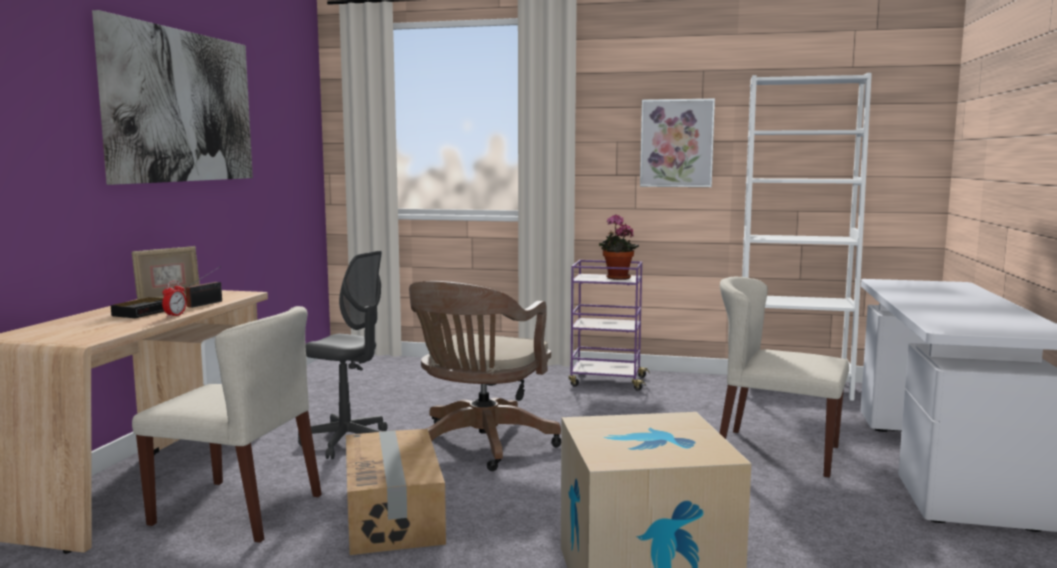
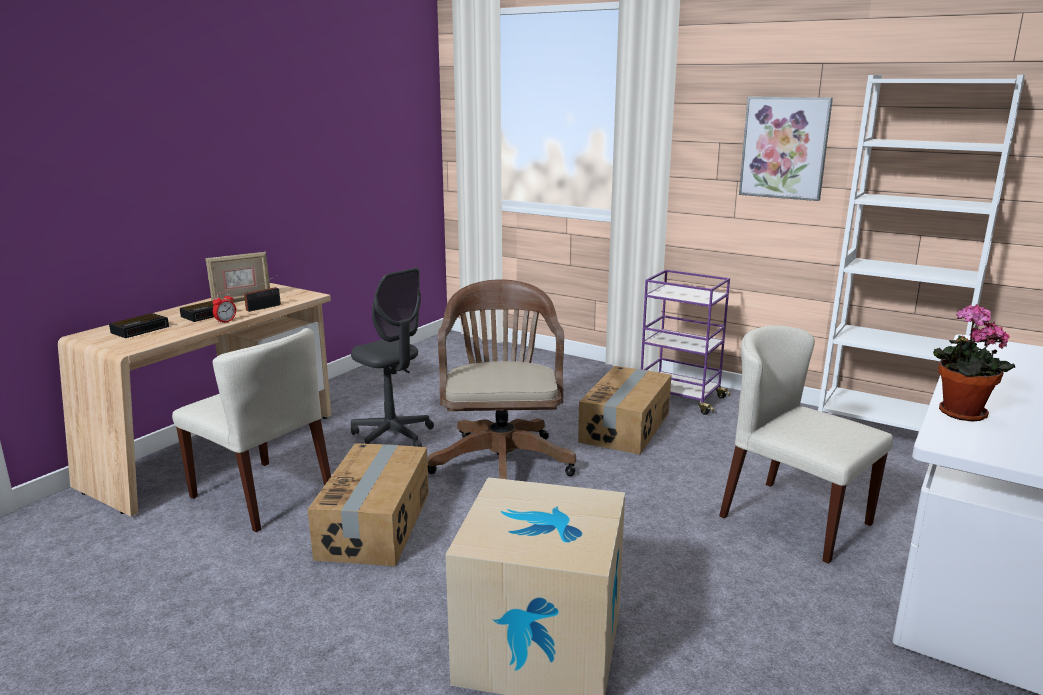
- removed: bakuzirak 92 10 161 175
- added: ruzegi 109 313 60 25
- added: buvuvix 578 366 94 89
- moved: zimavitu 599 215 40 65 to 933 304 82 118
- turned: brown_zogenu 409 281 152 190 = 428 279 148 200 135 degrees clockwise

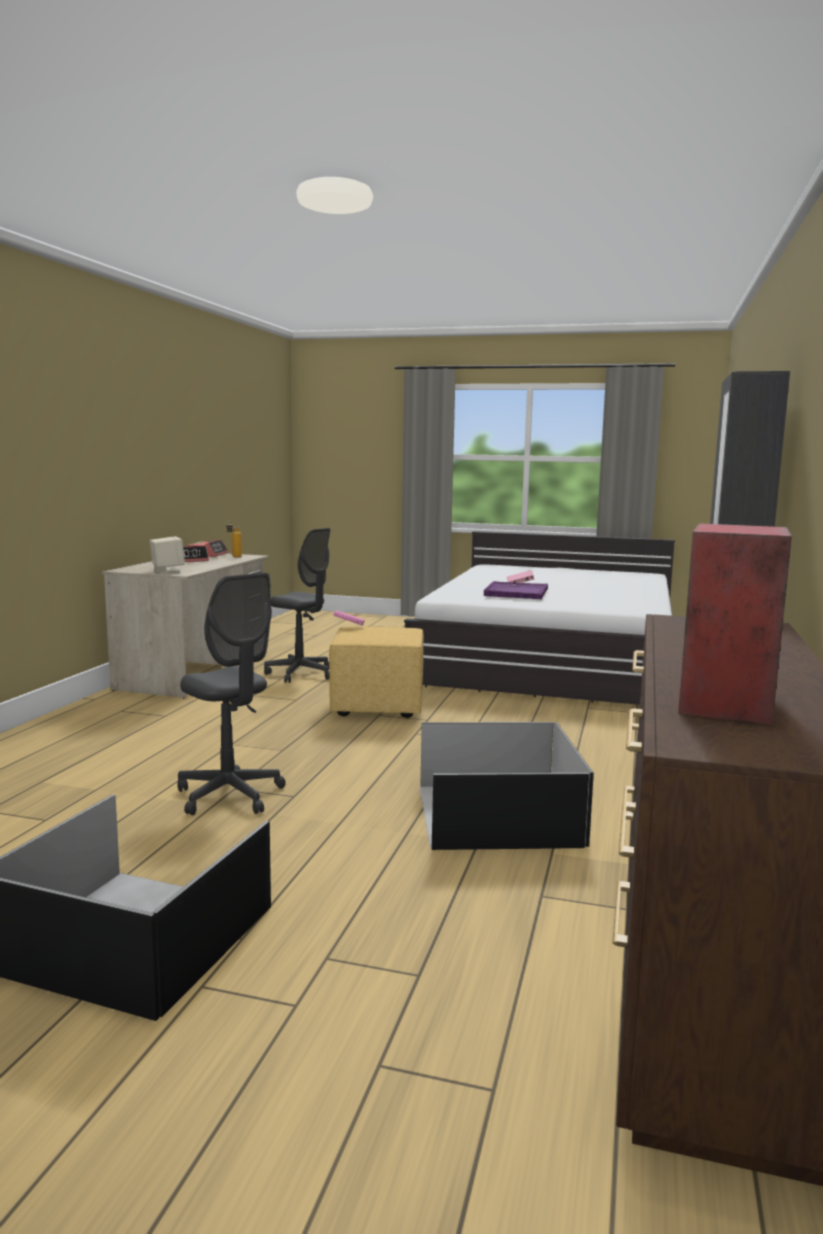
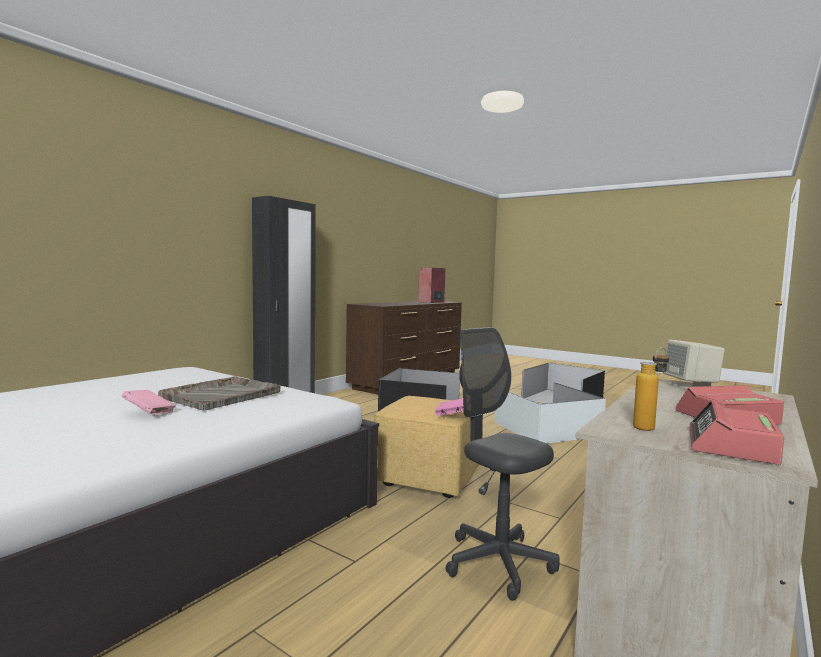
- replaced: grey_zogenu 177 573 109 242 to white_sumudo 494 382 112 61
- recoloured: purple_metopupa 484 581 64 18 to grey_metopupa 158 376 122 35

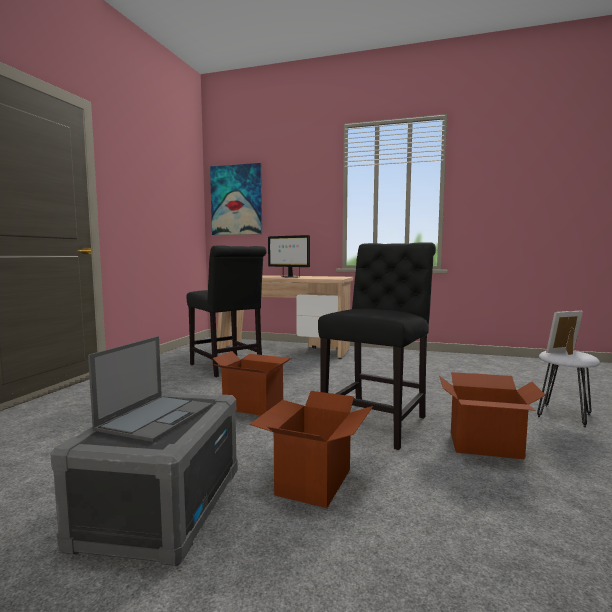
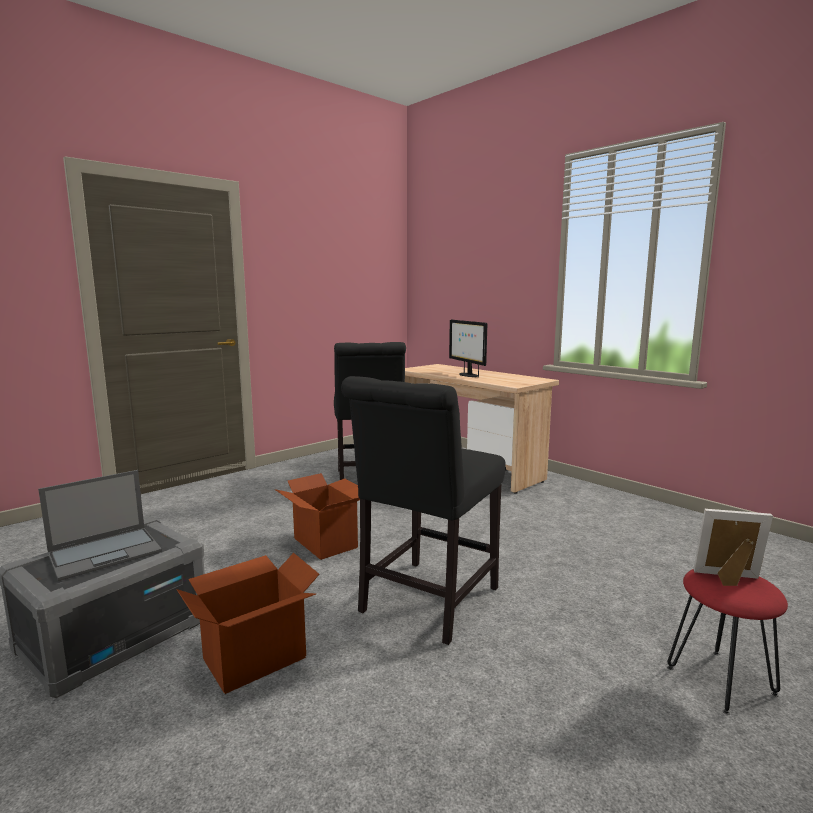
- removed: bakuzirak 210 163 52 72
- removed: buvuvix 439 372 107 87
- recoloured: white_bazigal 537 351 63 76 to red_bazigal 667 569 121 146
- turned: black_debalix 318 242 118 208 = 341 376 165 269 150 degrees clockwise

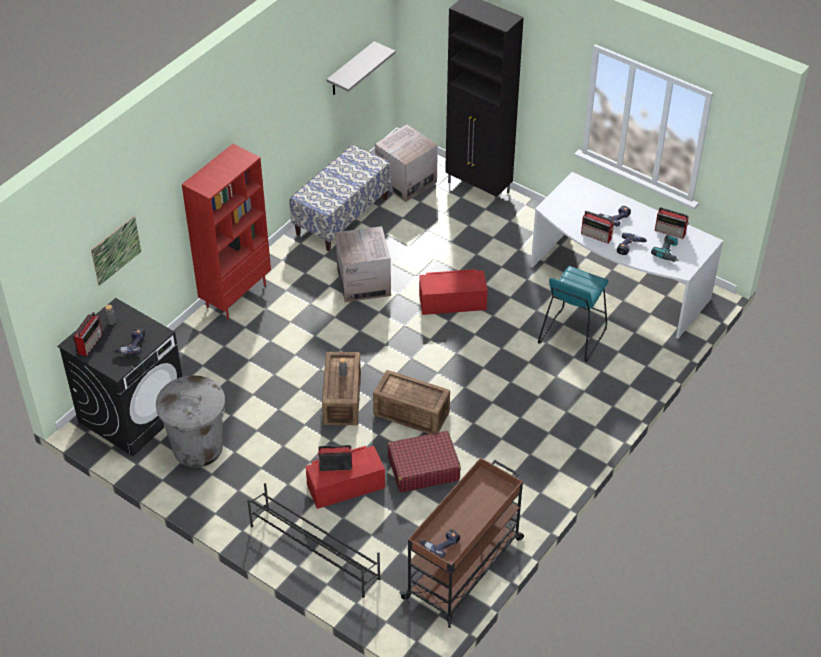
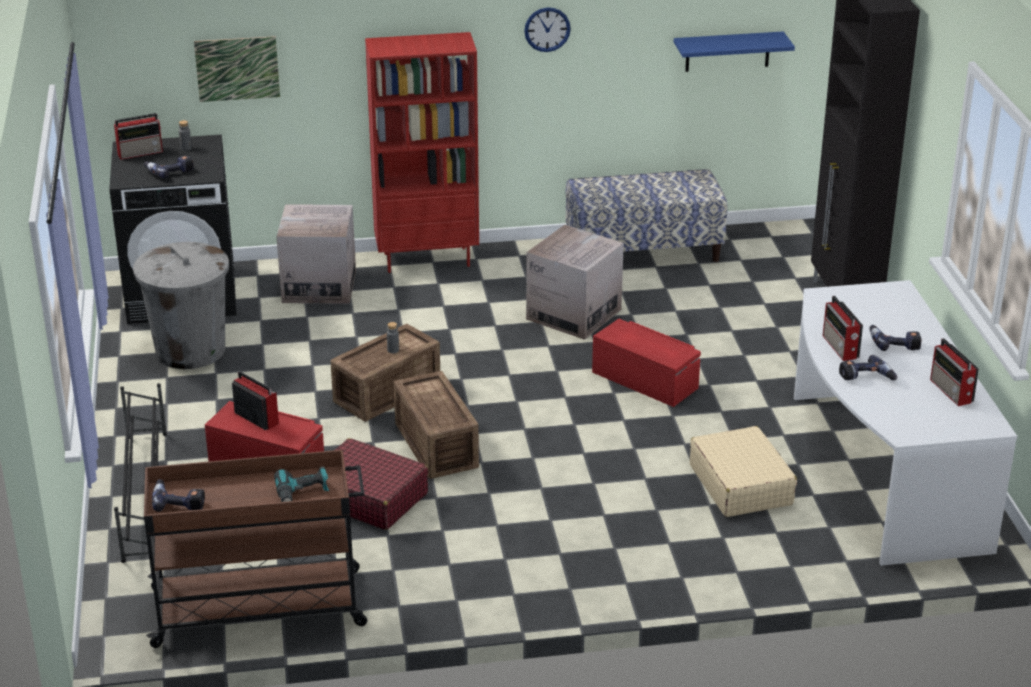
- added: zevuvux 524 7 47 45
- moved: buvuvix 375 124 63 78 to 277 204 79 100
- moved: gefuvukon 651 235 28 27 to 274 466 55 36
- replaced: turquoise_bazigal 538 266 71 96 to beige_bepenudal 690 426 107 91
- recoloured: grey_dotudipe 326 41 70 54 to blue_dotudipe 674 31 121 41

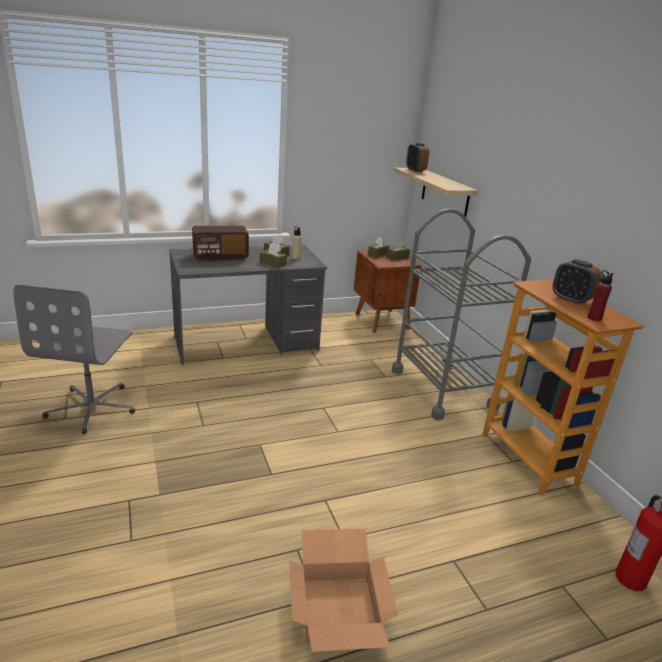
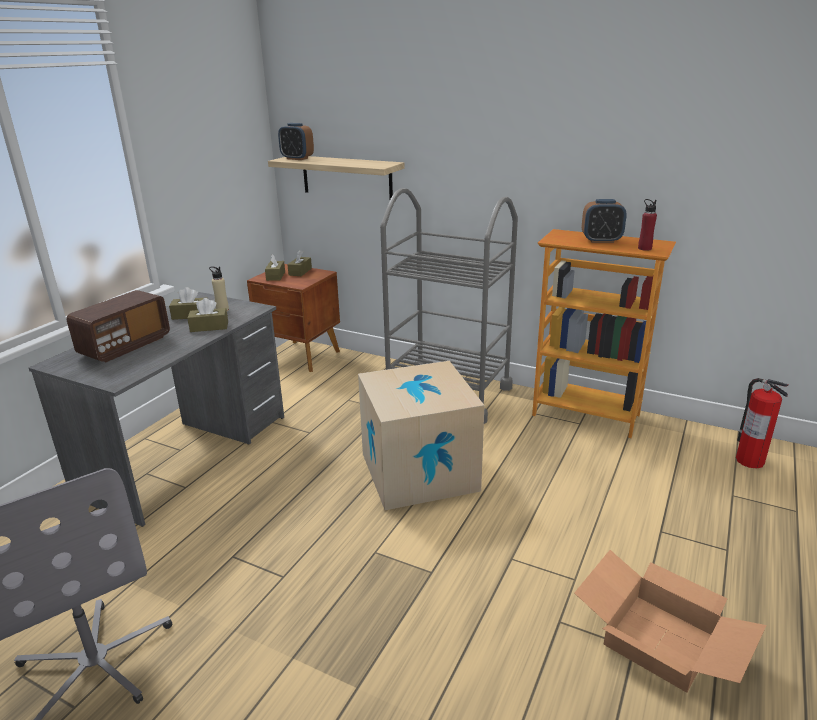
- added: buvuvix 358 361 127 149

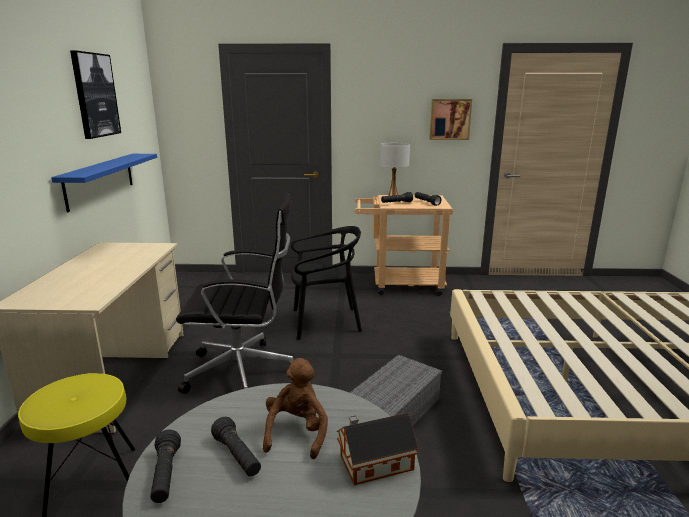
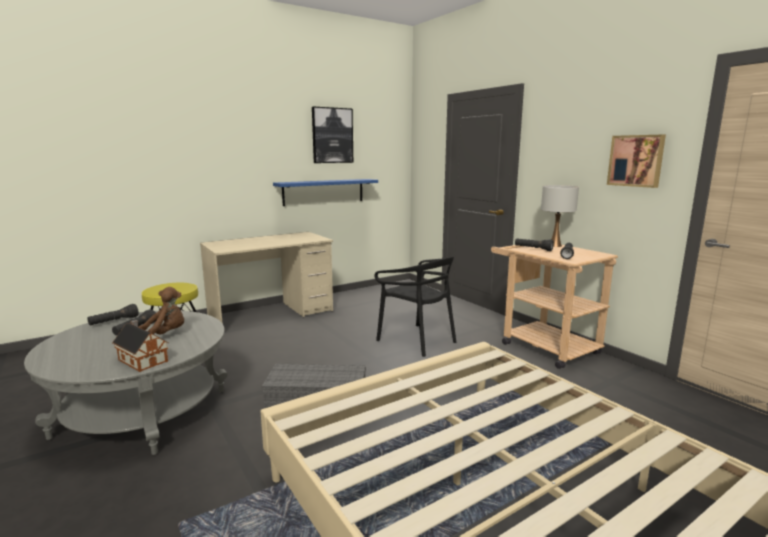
- removed: black_zogenu 176 193 118 201

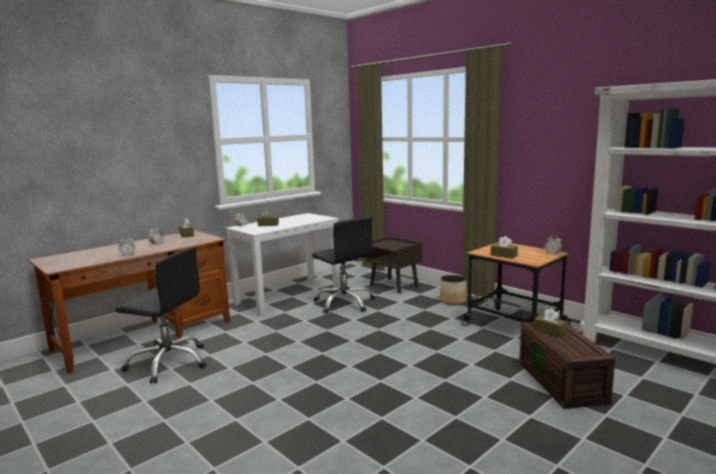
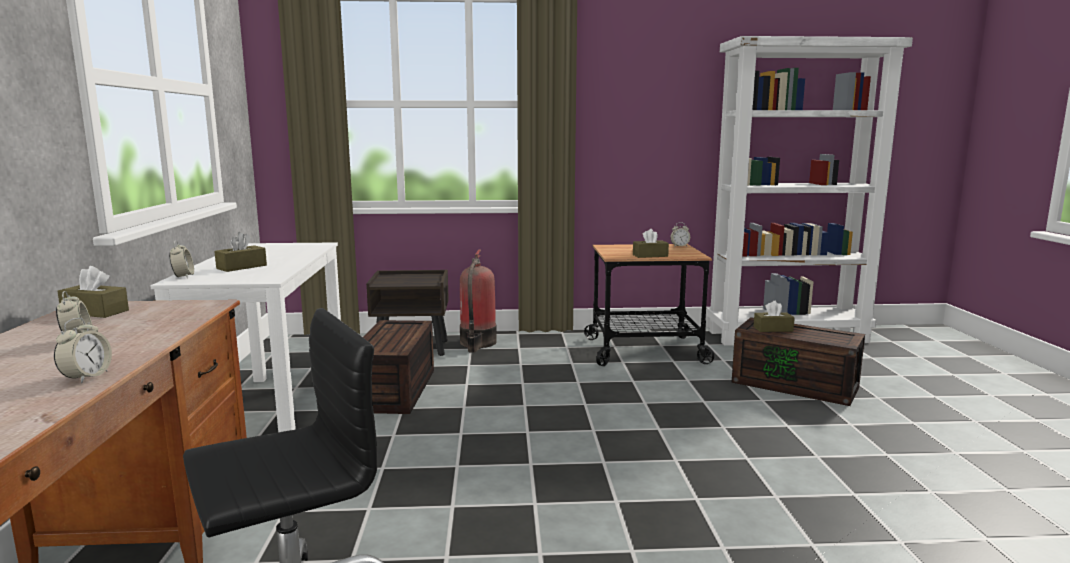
- removed: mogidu 440 275 27 30
- added: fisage 460 249 37 104
- replaced: black_zogenu 312 217 63 96 to brown_sumudo 363 320 71 94

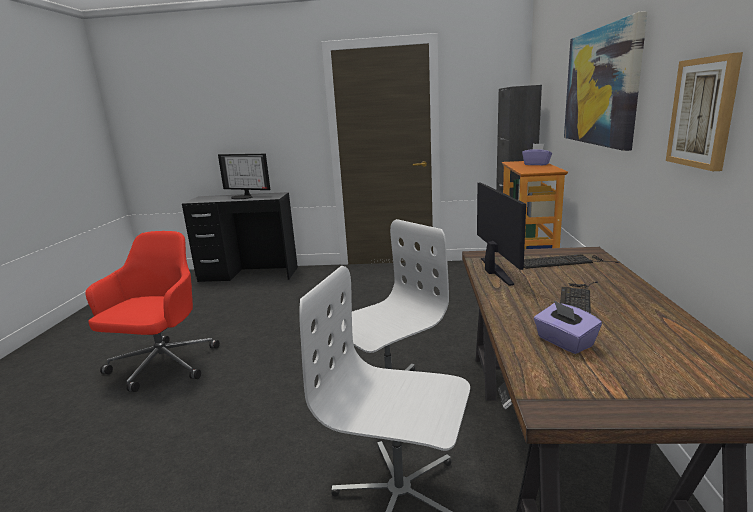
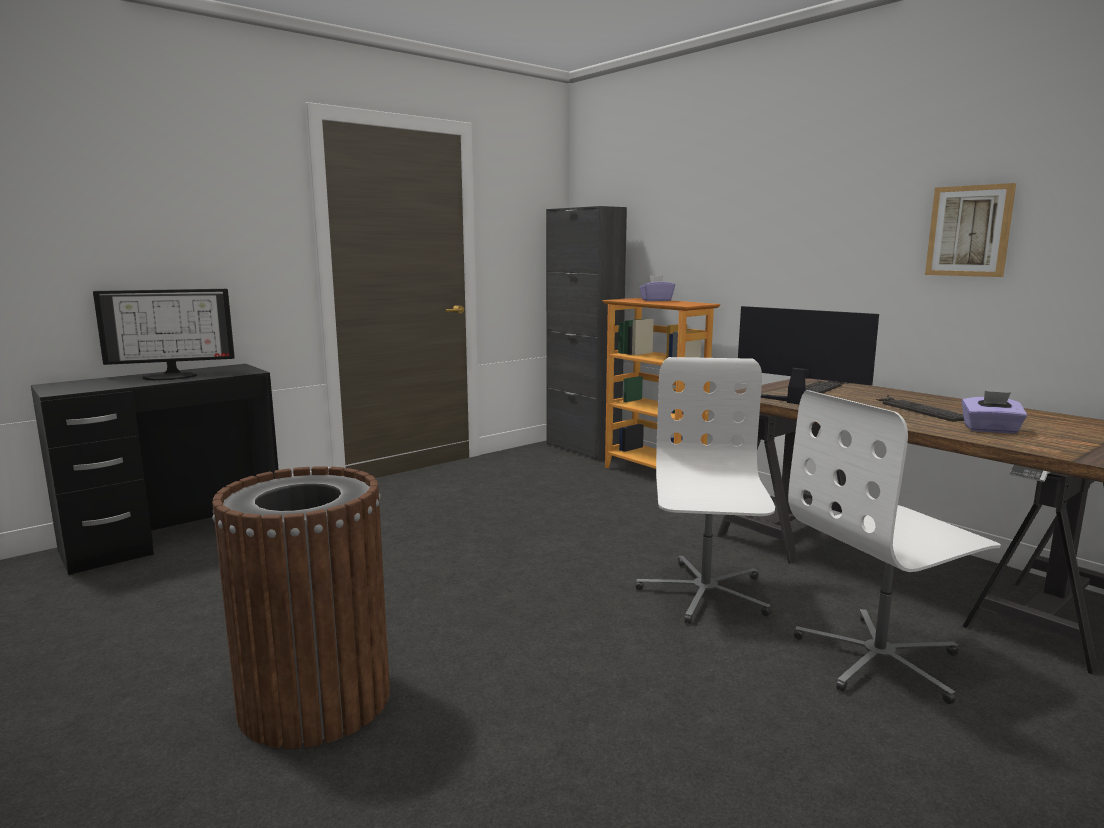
- removed: bakuzirak 564 11 83 140
- replaced: red_zogenu 86 231 134 161 to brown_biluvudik 212 466 178 283

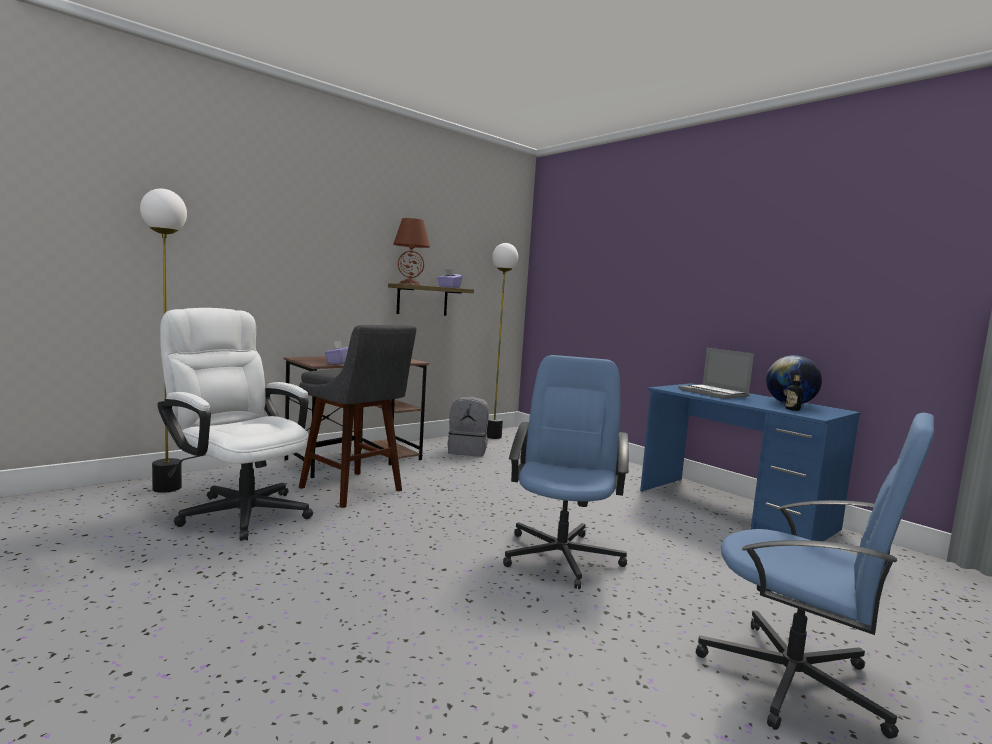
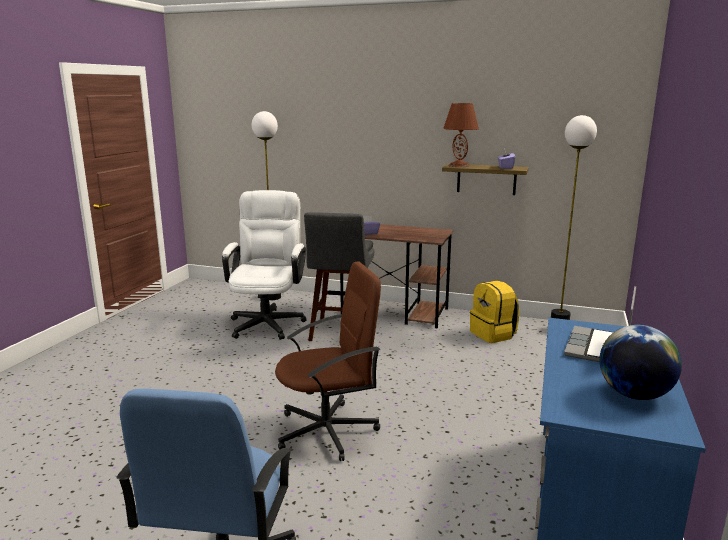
- removed: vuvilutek 786 375 17 36
- recoloured: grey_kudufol 448 396 41 61 to yellow_kudufol 470 281 49 62
- recoloured: blue_zogenu 503 355 126 234 to brown_zogenu 275 262 106 199

